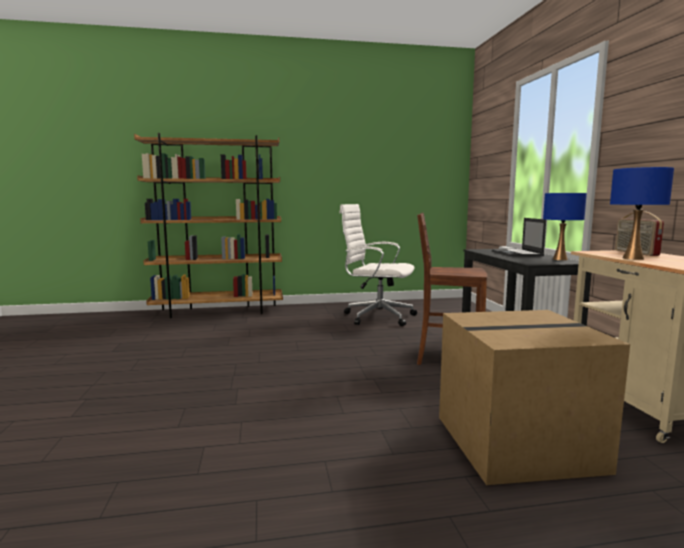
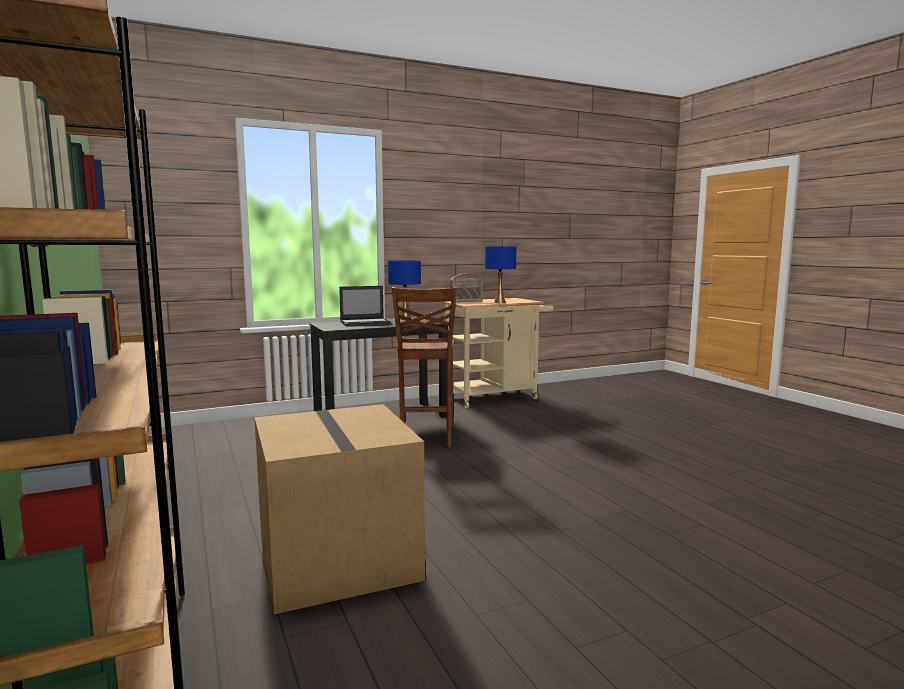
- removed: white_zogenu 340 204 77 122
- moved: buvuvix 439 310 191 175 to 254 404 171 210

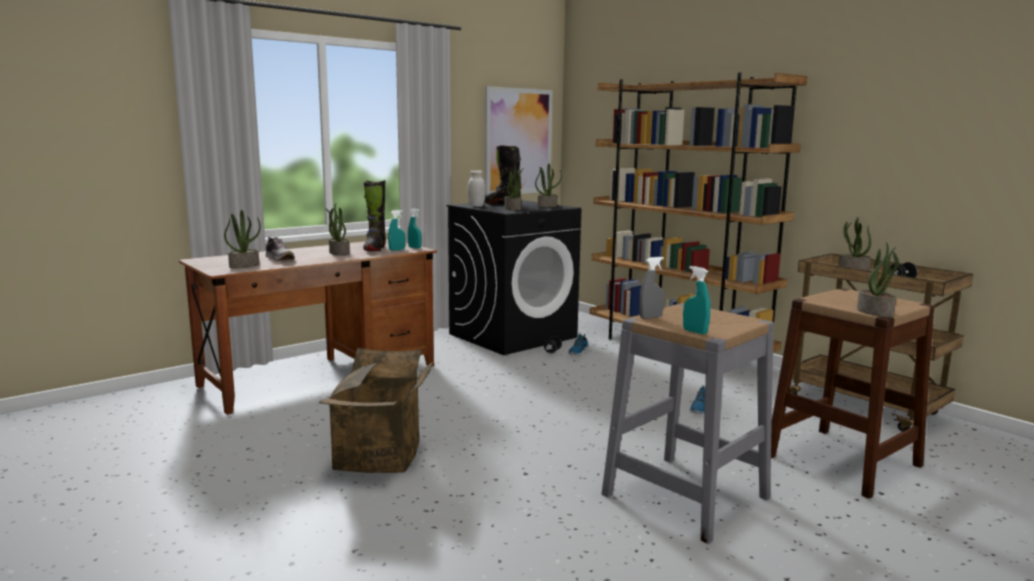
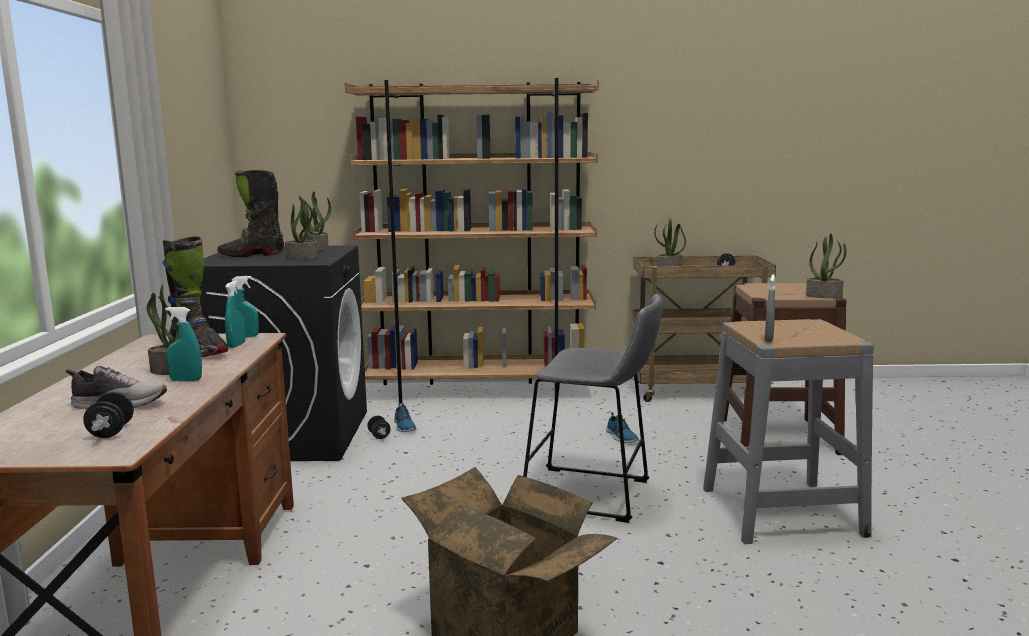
- removed: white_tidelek 468 170 17 37
- removed: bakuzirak 485 86 68 109
- added: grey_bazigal 523 294 140 229
- moved: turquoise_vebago 683 266 27 68 to 165 307 37 74
- replaced: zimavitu 224 210 37 59 to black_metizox 83 392 51 46

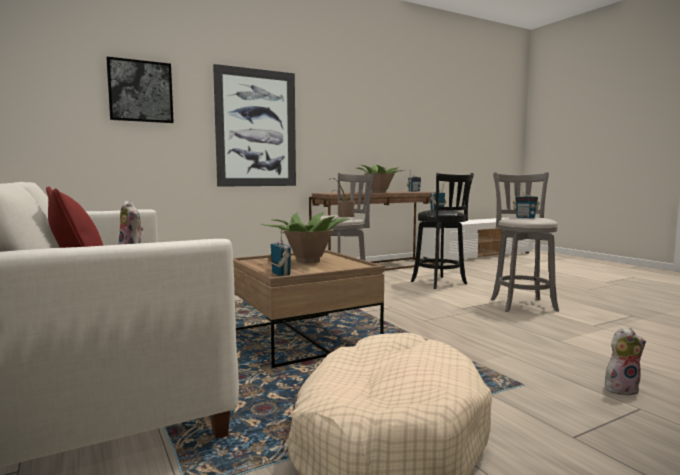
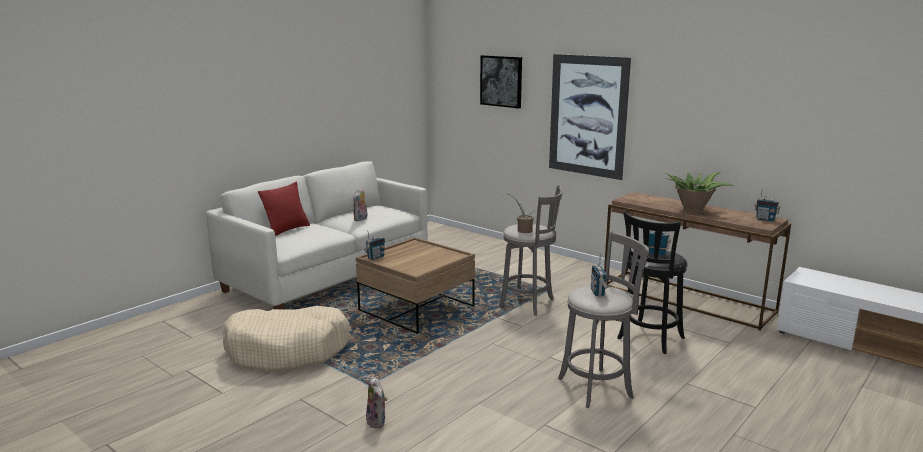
- removed: zimavitu 261 212 89 52

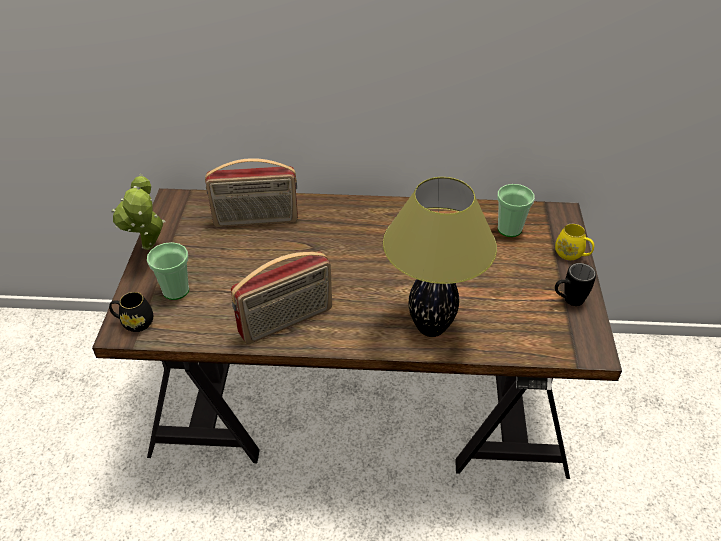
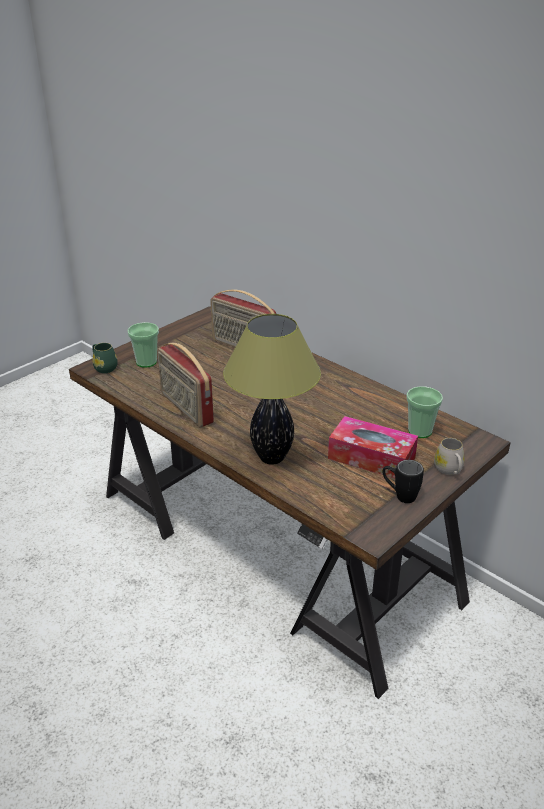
- removed: zimavitu 111 174 54 76
- added: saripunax 328 416 90 62
- recoloured: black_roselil 109 292 44 40 to green_roselil 92 343 26 30
- recoloured: yellow_roselil 555 224 39 36 to white_roselil 434 438 31 37
- turned: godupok 231 252 101 92 = 157 343 57 84 45 degrees clockwise

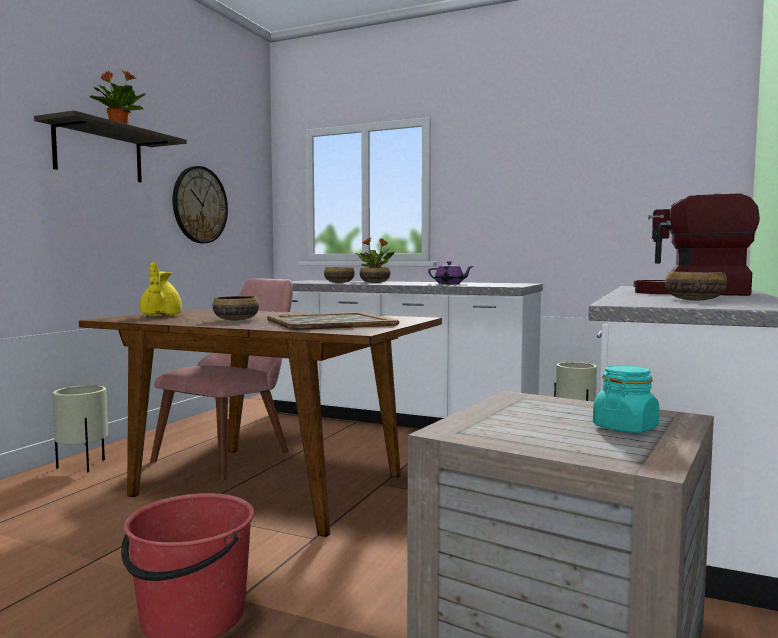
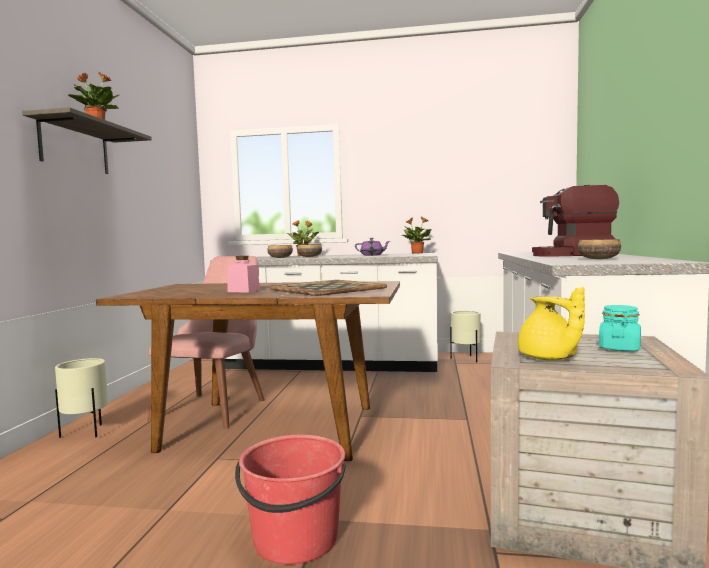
- removed: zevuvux 172 166 56 77
- added: zimavitu 402 216 29 38
- moved: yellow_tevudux 139 262 43 55 to 518 287 67 73
- replaced: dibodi 213 296 46 24 to pink_tidelek 227 256 33 37

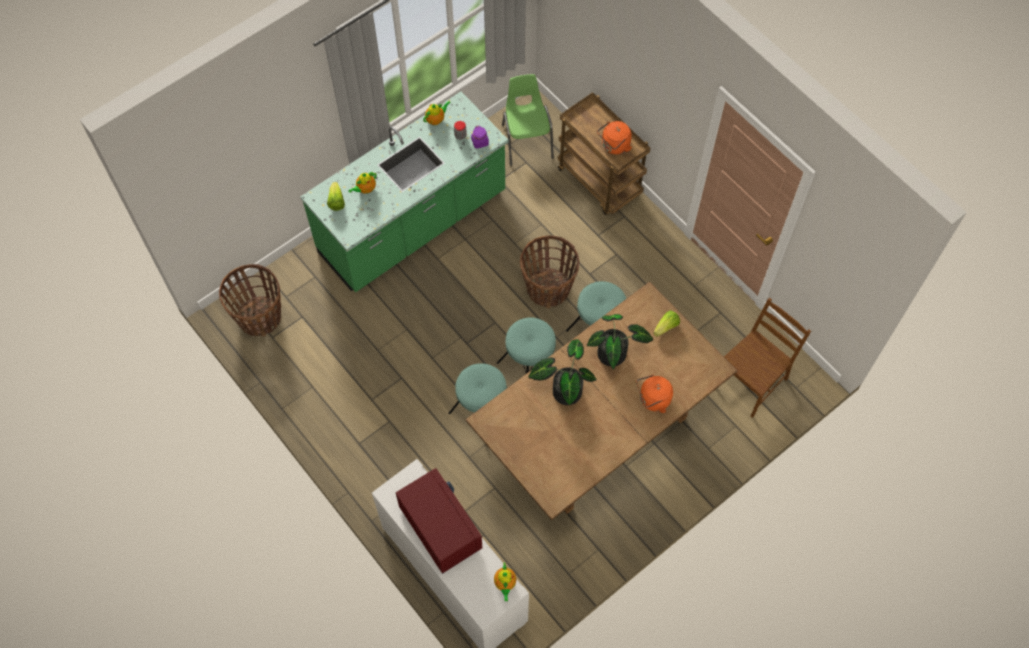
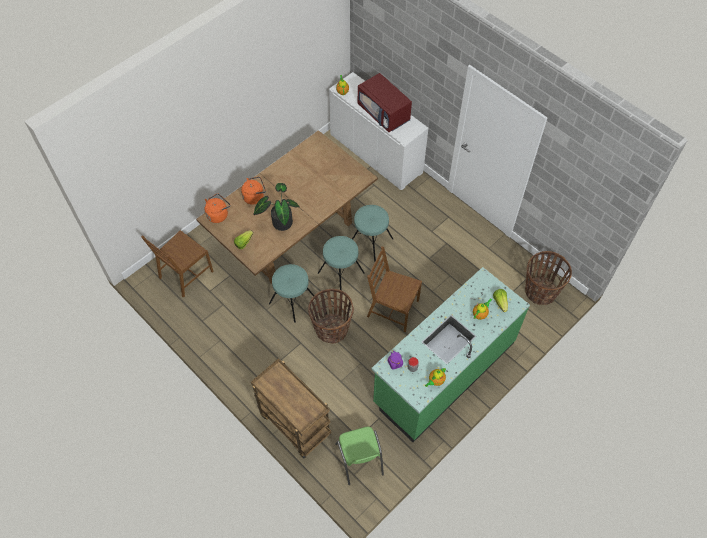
- removed: zimavitu 528 339 69 66
- added: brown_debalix 367 246 55 86
- moved: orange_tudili 597 121 35 33 to 205 194 25 29

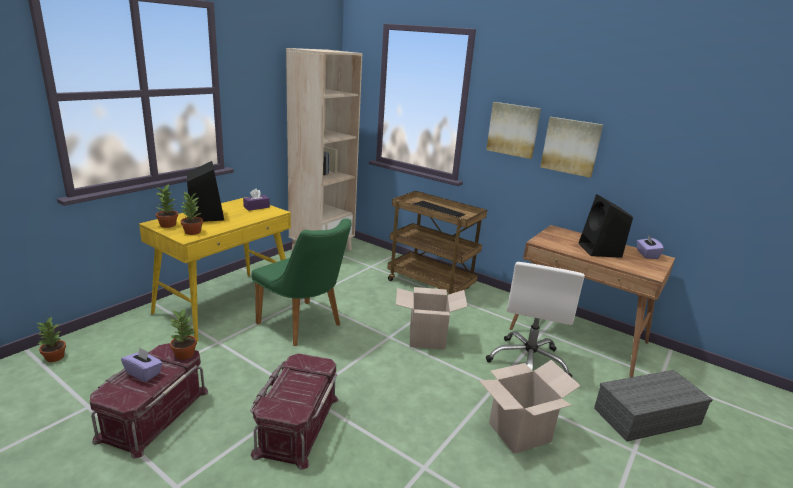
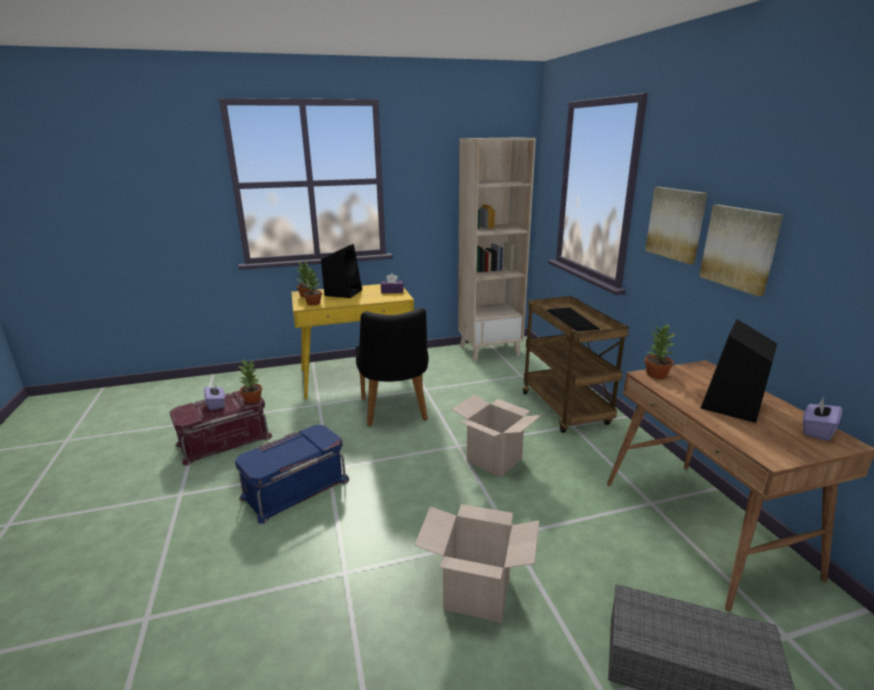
- removed: white_zogenu 486 262 99 115
- moved: zimavitu 37 317 29 45 to 644 323 31 56
- recoloured: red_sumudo 250 353 88 117 to blue_sumudo 235 425 114 99
- recoloured: green_debalix 251 218 100 128 to black_debalix 355 308 74 118

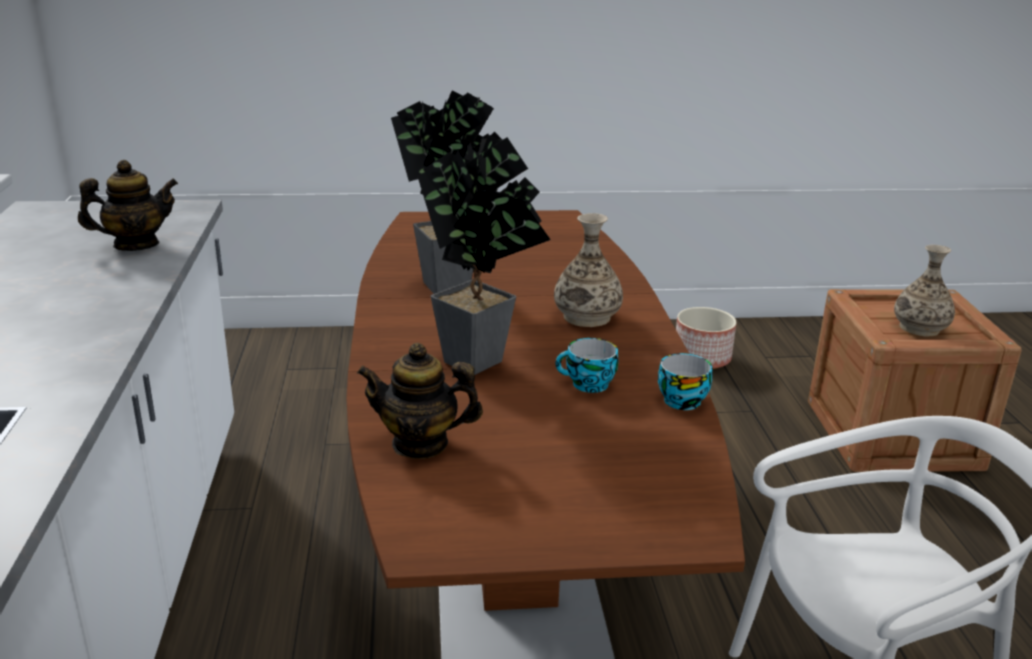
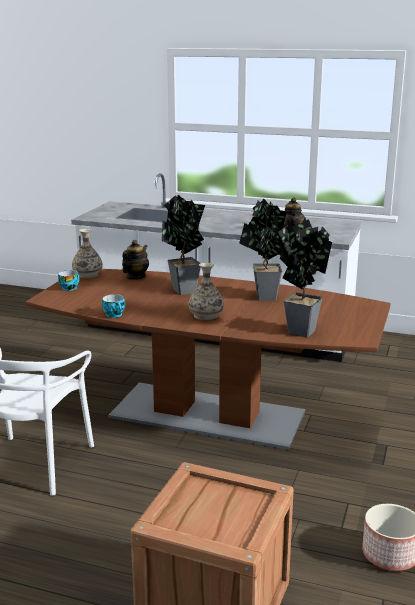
- added: zimavitu 278 219 54 118
- moved: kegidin 555 338 63 55 to 58 270 21 21
- moved: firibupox 894 245 61 91 to 72 229 31 49

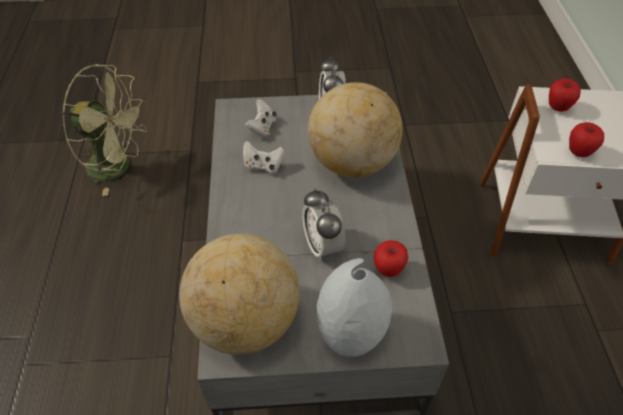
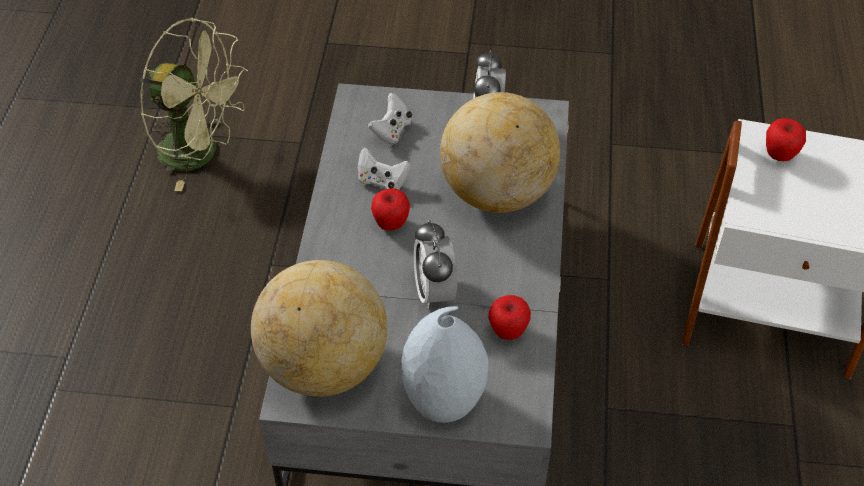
- moved: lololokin 569 122 35 35 to 371 188 39 43

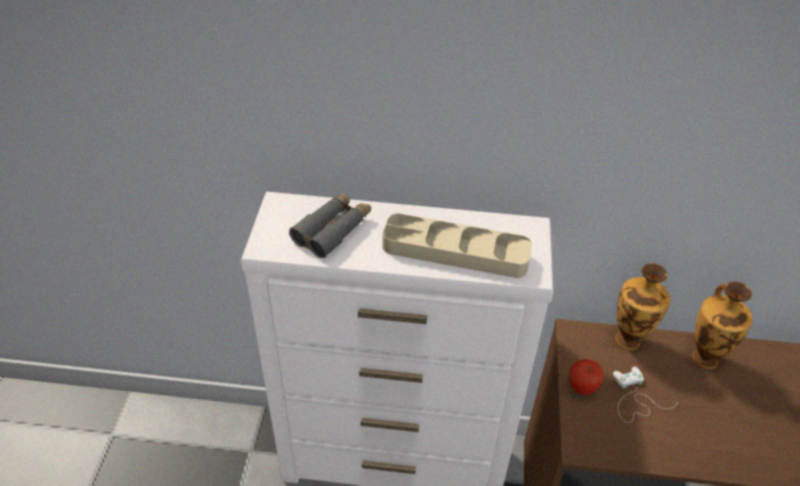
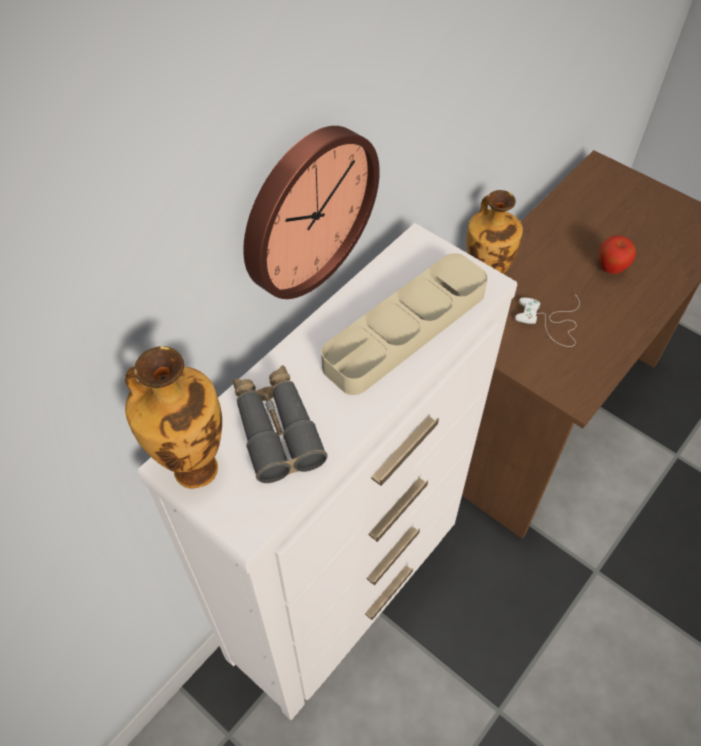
- added: zevuvux 243 126 137 173
- moved: lololokin 569 359 35 36 to 599 236 37 38
- moved: firibupox 692 281 61 88 to 125 347 97 142

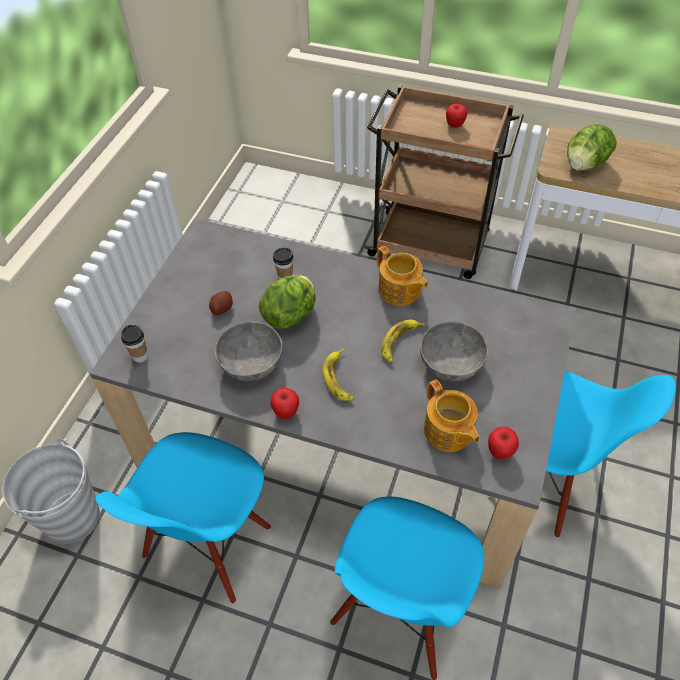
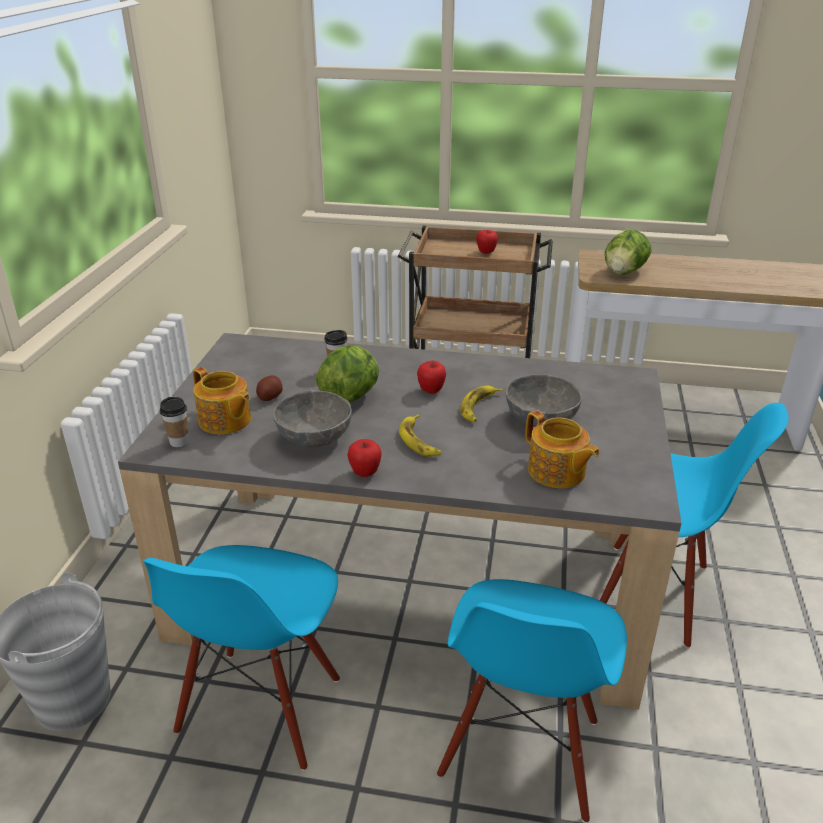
- moved: tevudux 377 246 51 60 to 193 367 58 67
- moved: lololokin 488 427 31 33 to 417 361 29 33

